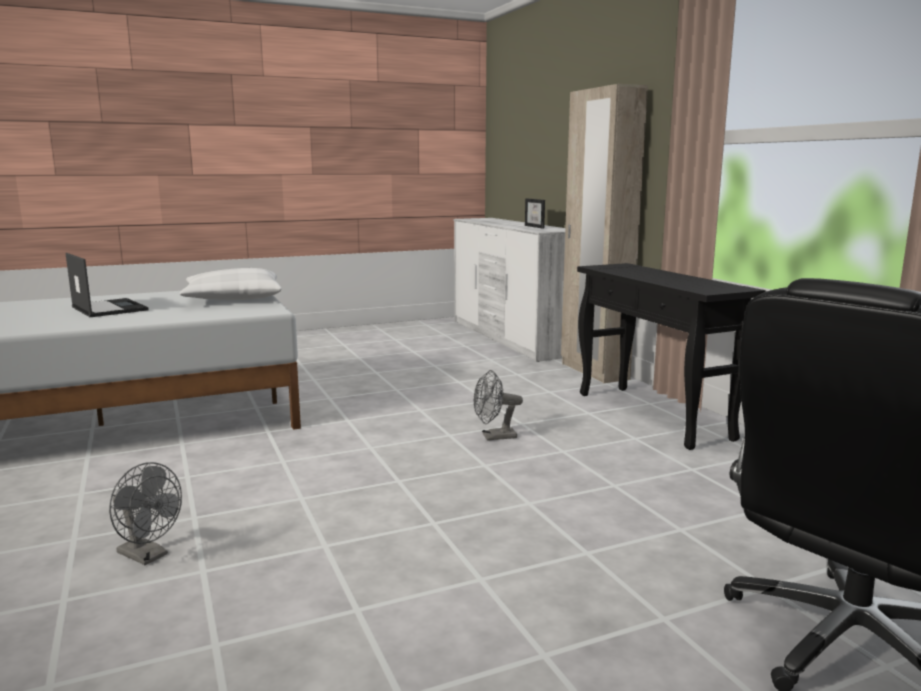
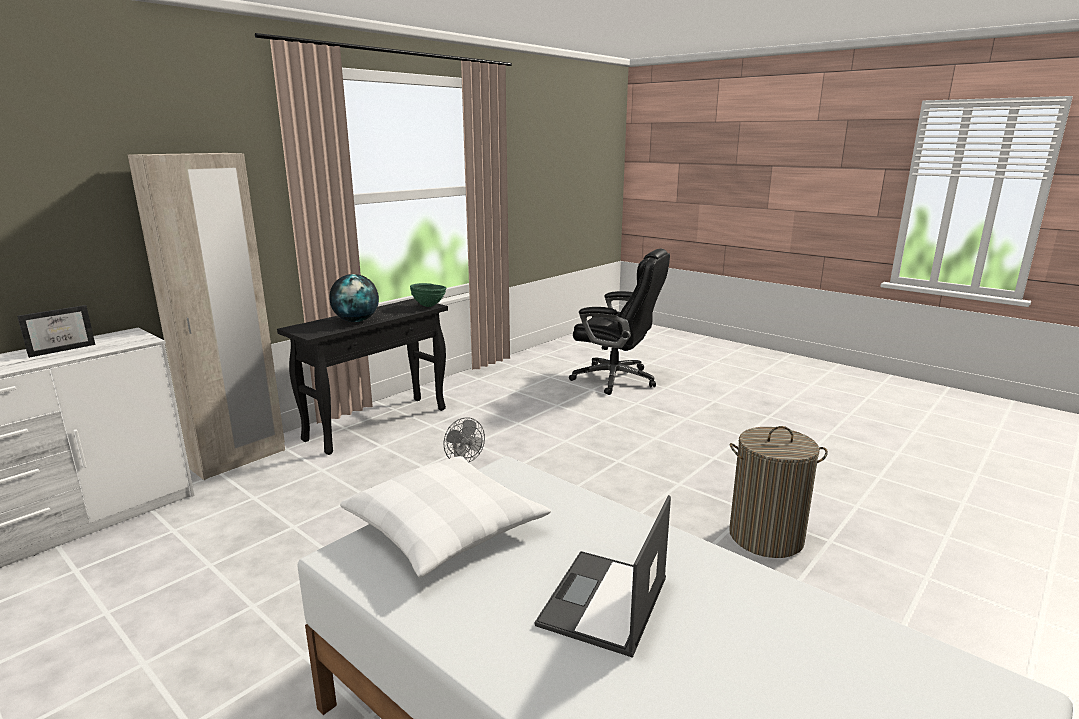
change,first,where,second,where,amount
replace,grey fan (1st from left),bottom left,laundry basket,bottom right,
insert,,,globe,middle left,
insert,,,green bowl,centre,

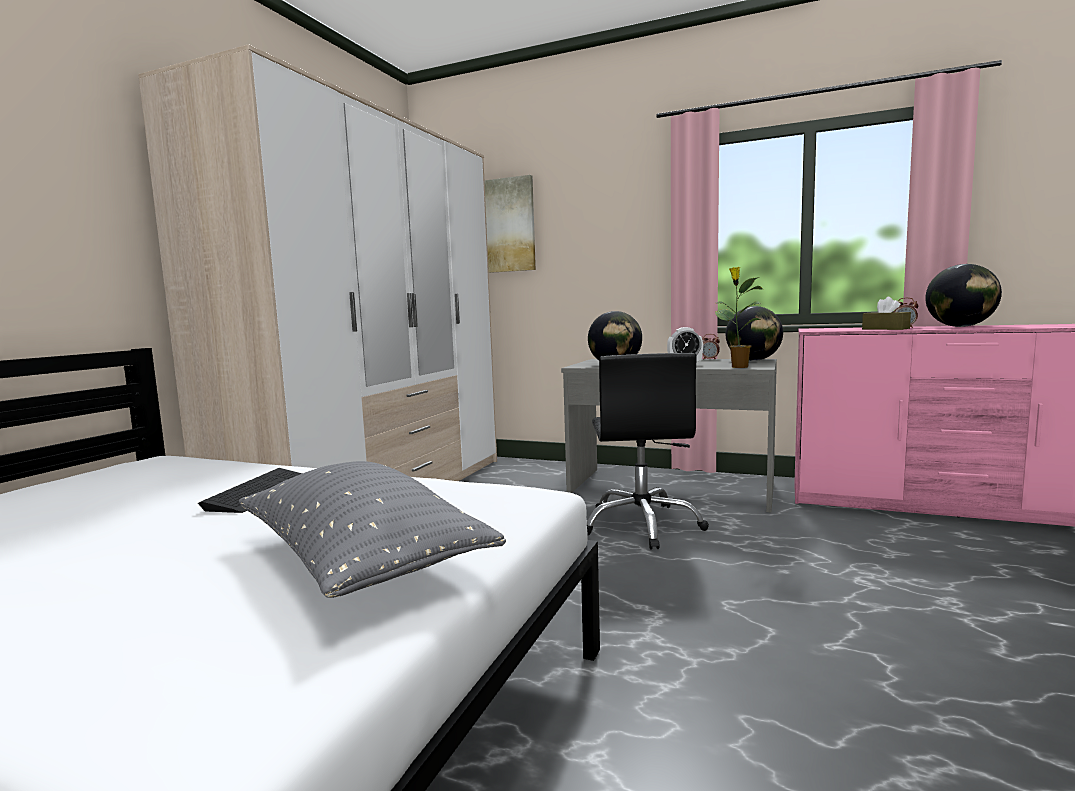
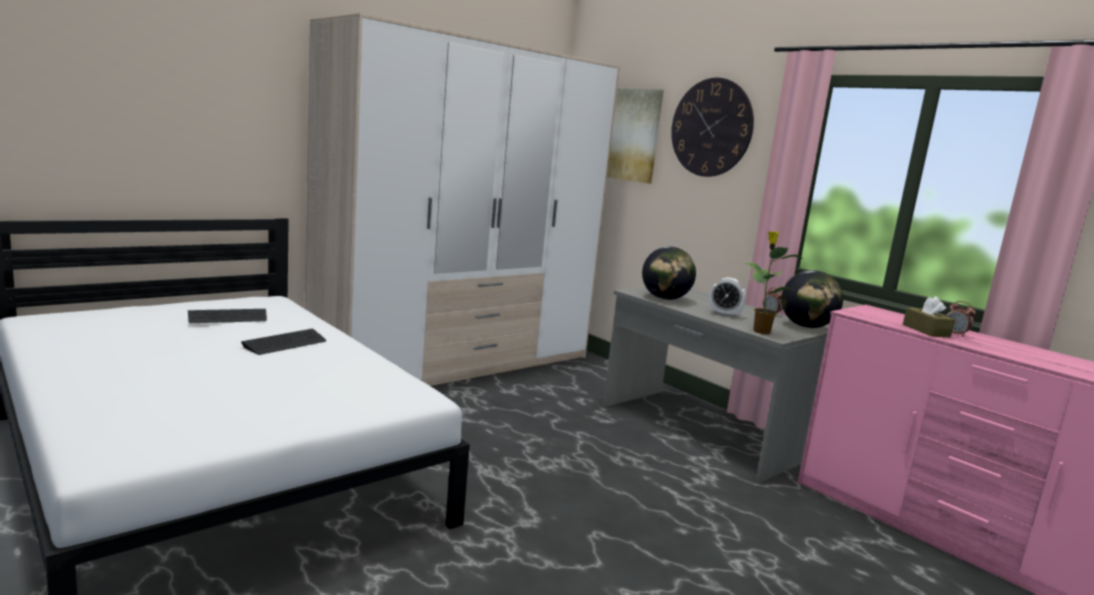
change,first,where,second,where,amount
delete,globe (3rd from left),middle right,,,
delete,black office chair,centre,,,
delete,grey pillow,bottom centre,,,
insert,,,wall clock,top centre,
insert,,,keyboard (1st from left),middle left,

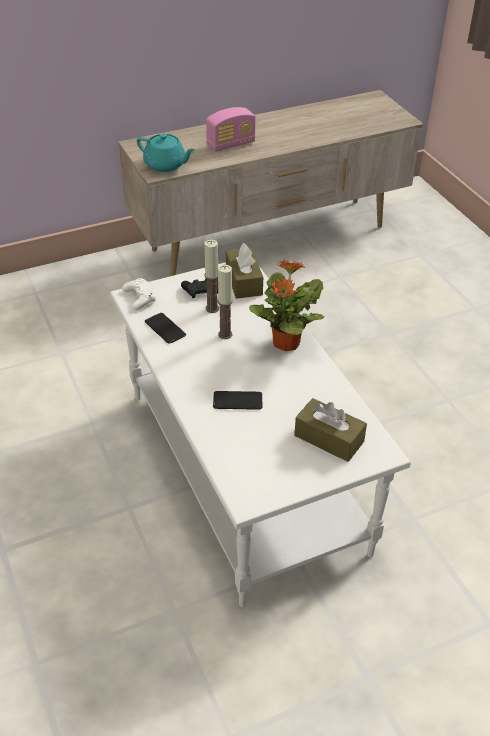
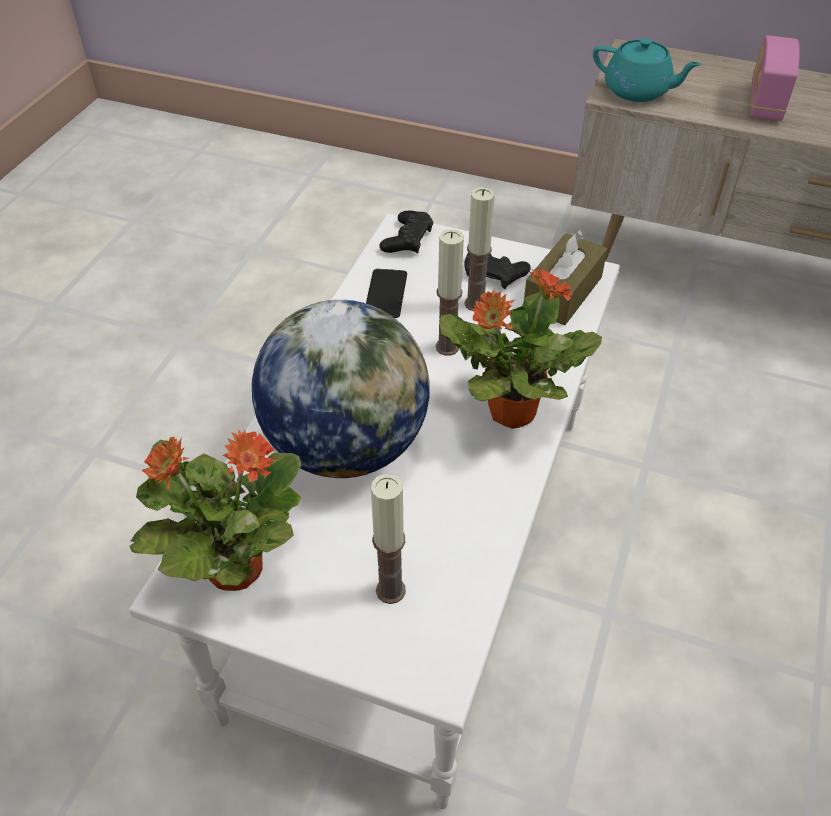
change,first,where,second,where,amount
rotate,radio,top centre,,top right,90 degrees clockwise
rotate,turquoise teapot,top centre,,top right,45 degrees counterclockwise
recolor,white game controller,middle left,black game controller (1st from left),top centre,
replace,phone (2nd from left),centre,globe,centre,
replace,brown tissue box (2nd from left),middle right,candle (1st from left),centre,
insert,,,potted plant (1st from left),middle left,

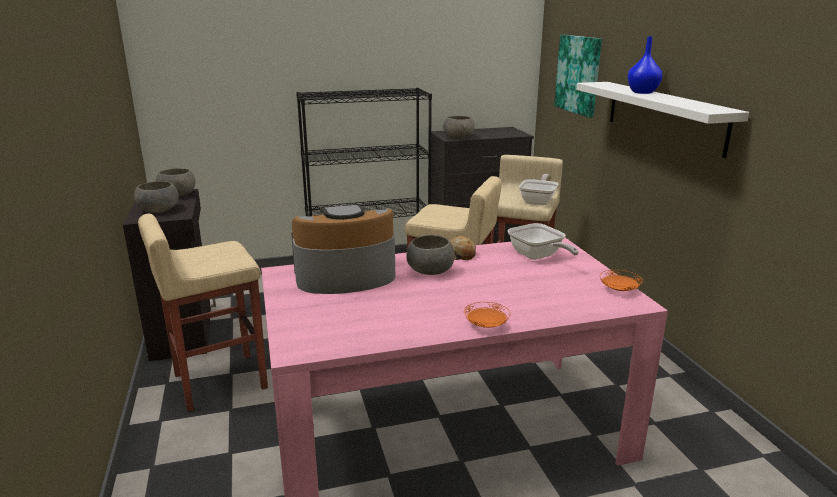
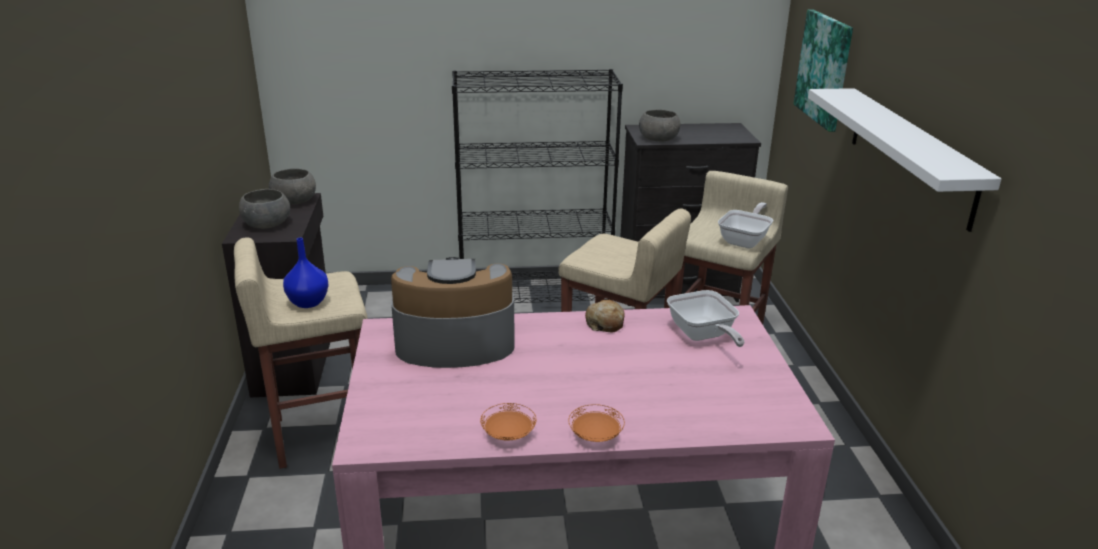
change,first,where,second,where,amount
move,blue vase,top right,,middle left,
delete,grey bowl (3rd from left),centre,,,
move,orange plate (2nd from left in the first image),middle right,orange plate (1st from left),bottom centre,

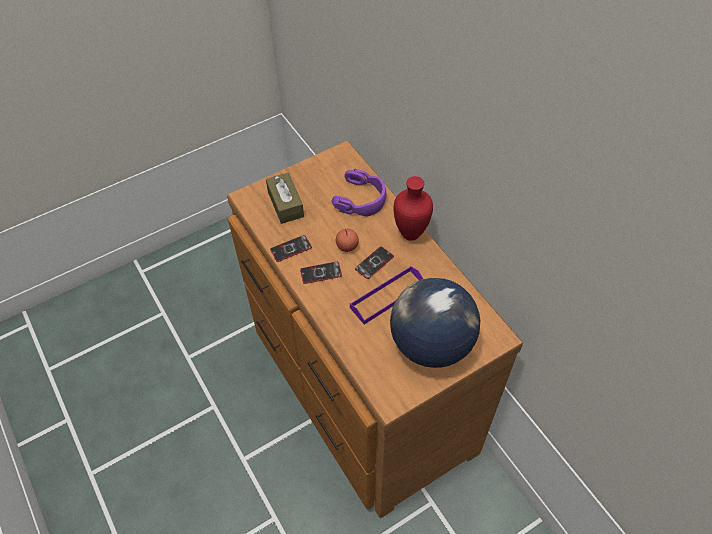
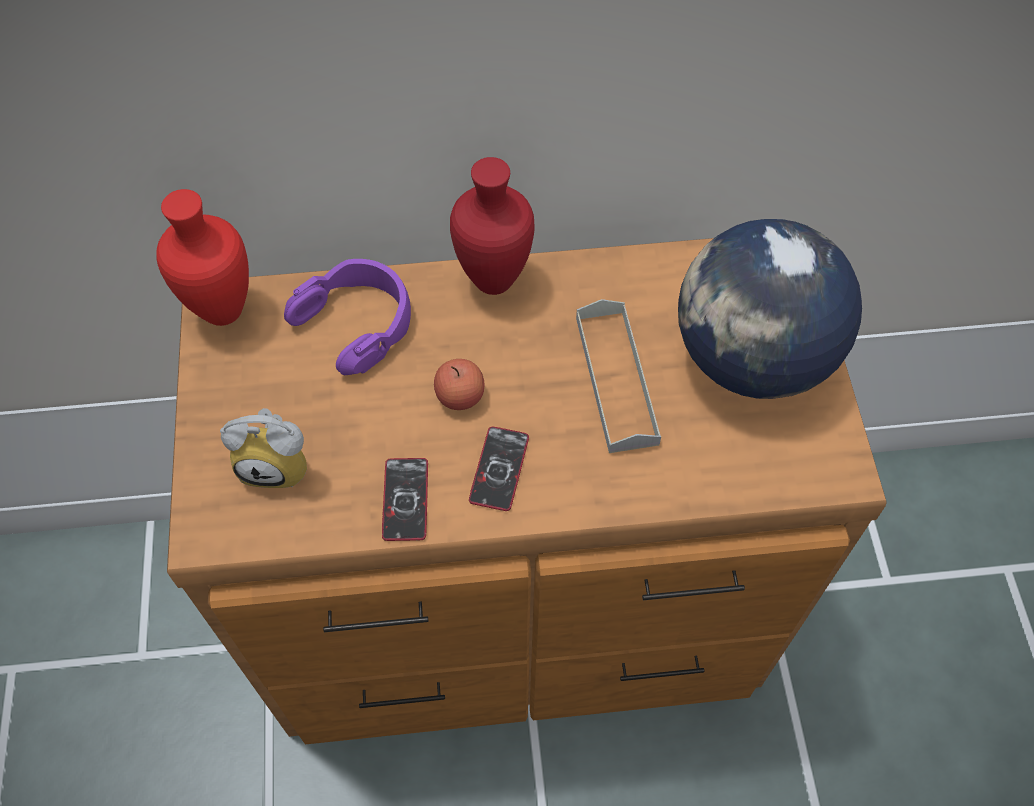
change,first,where,second,where,amount
replace,brown tissue box,centre,alarm clock,middle left,
delete,phone (3rd from left),centre,,,
recolor,purple tray,centre,grey tray,centre,
insert,,,red vase (1st from left),top left,

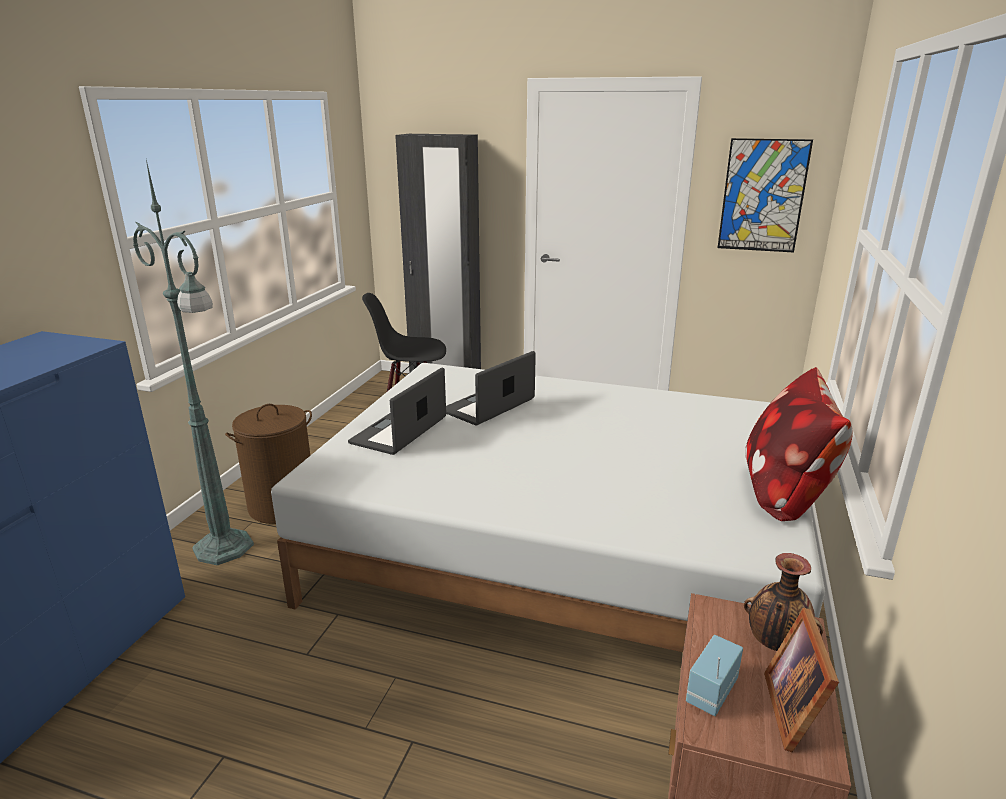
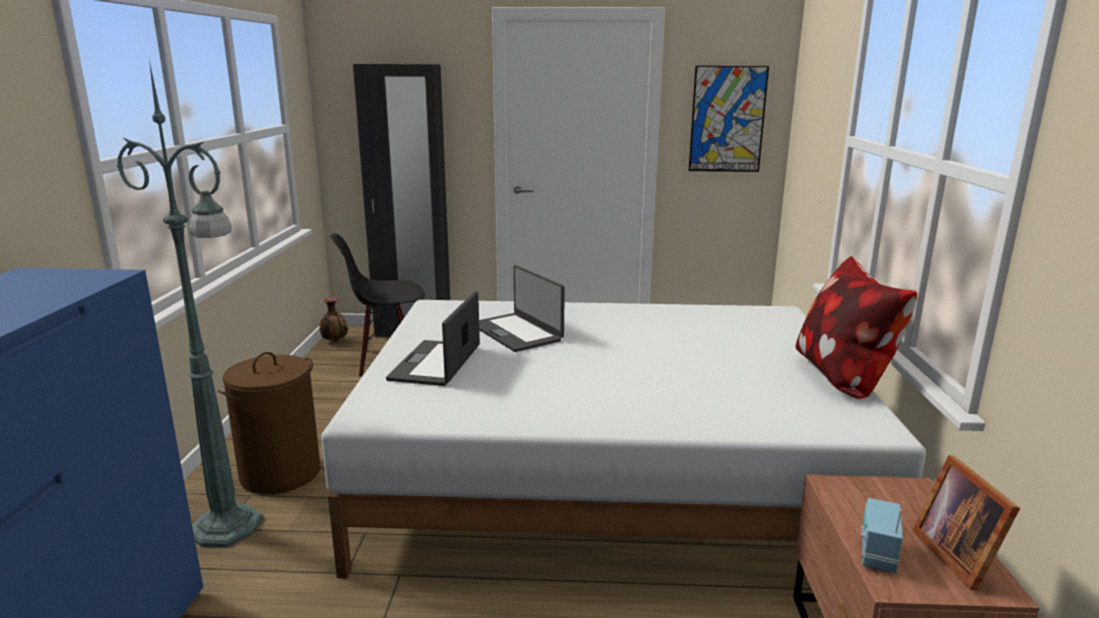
change,first,where,second,where,amount
rotate,laptop (2nd from left),centre,,centre,60 degrees counterclockwise
move,vase,bottom right,,middle left,

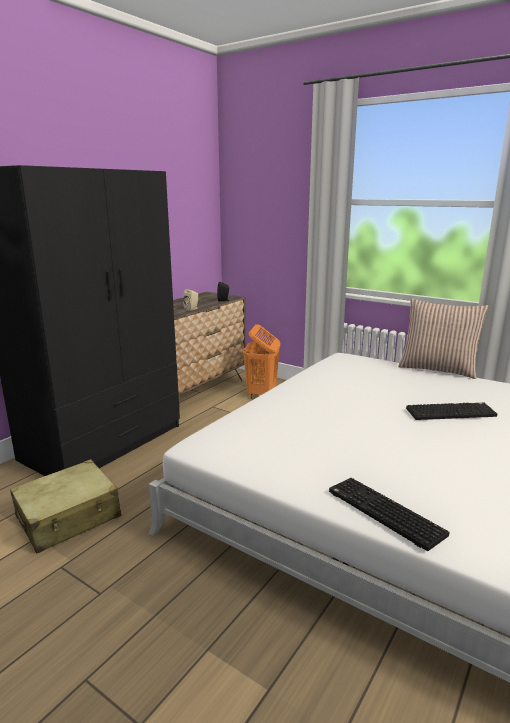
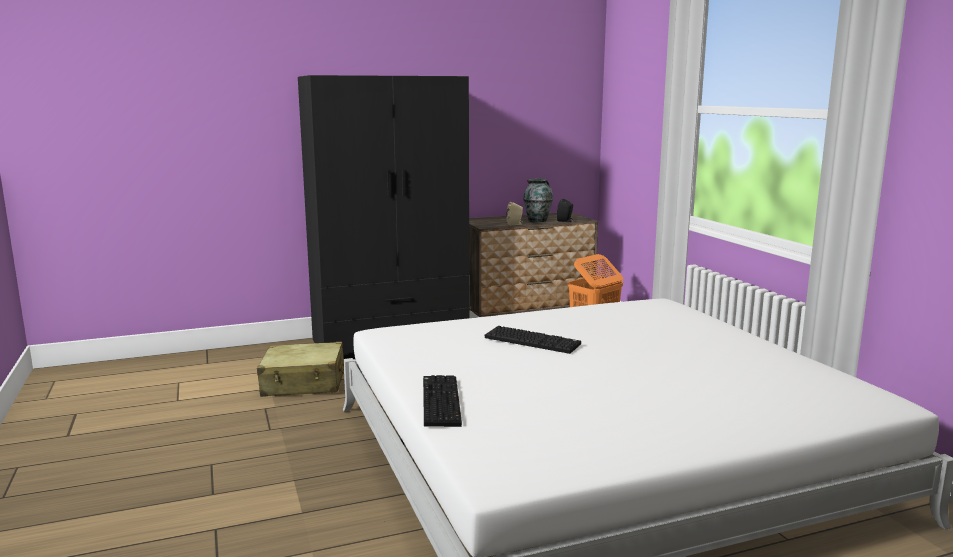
change,first,where,second,where,amount
delete,pillow,middle right,,,
move,keyboard (2nd from left),middle right,,centre,
insert,,,vase,centre,

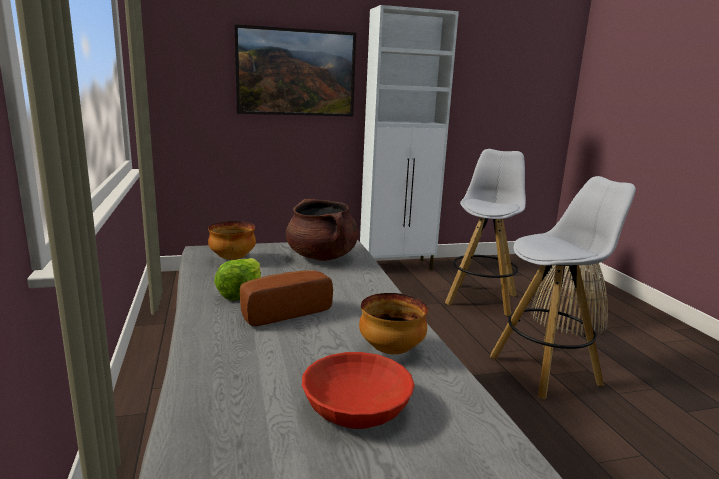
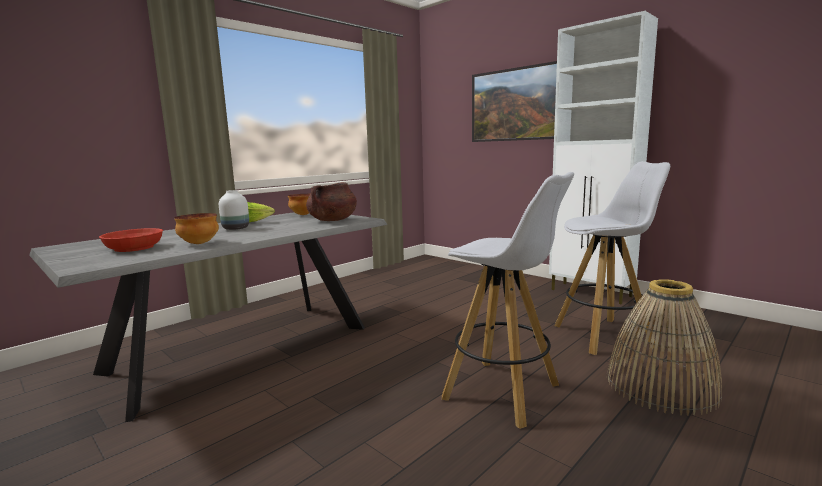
change,first,where,second,where,amount
replace,bread,centre,white vase,middle left,

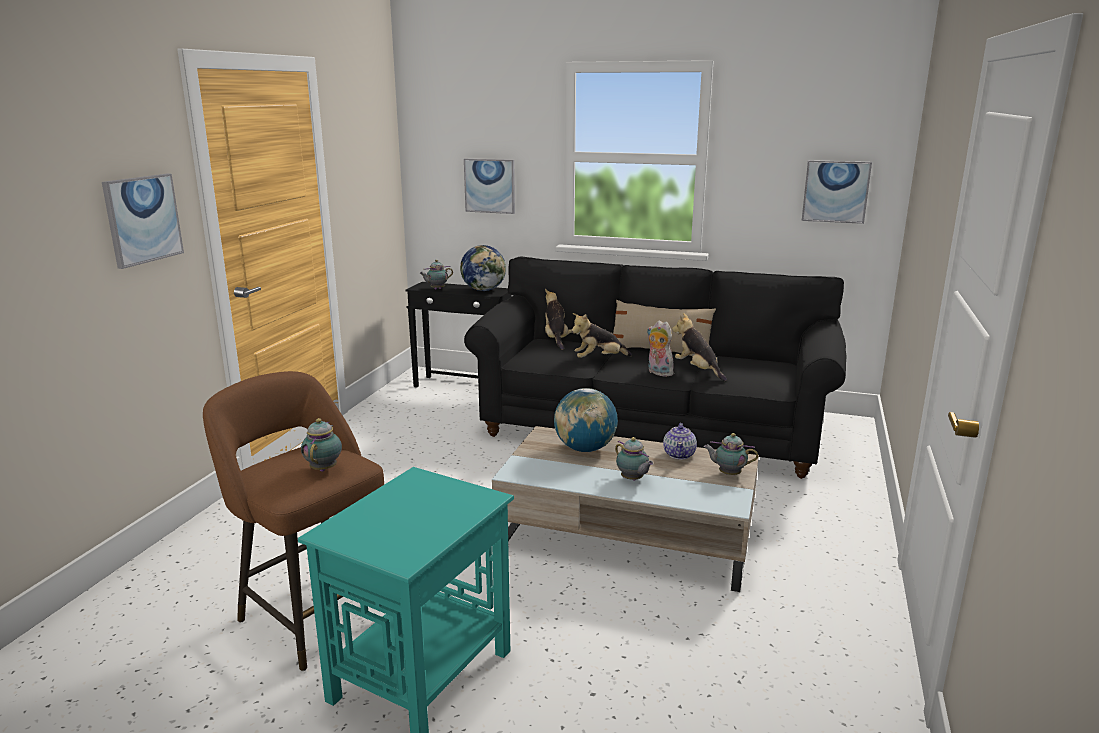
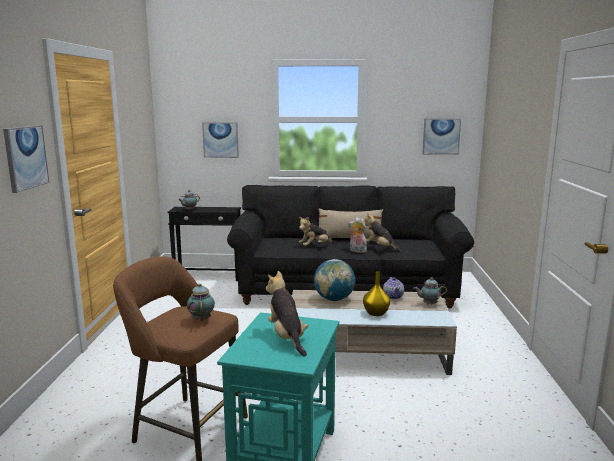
change,first,where,second,where,amount
delete,globe (1st from left),centre,,,
move,plush toy (1st from left),centre,,bottom centre,
replace,teapot (3rd from left),centre,yellow vase,centre,

